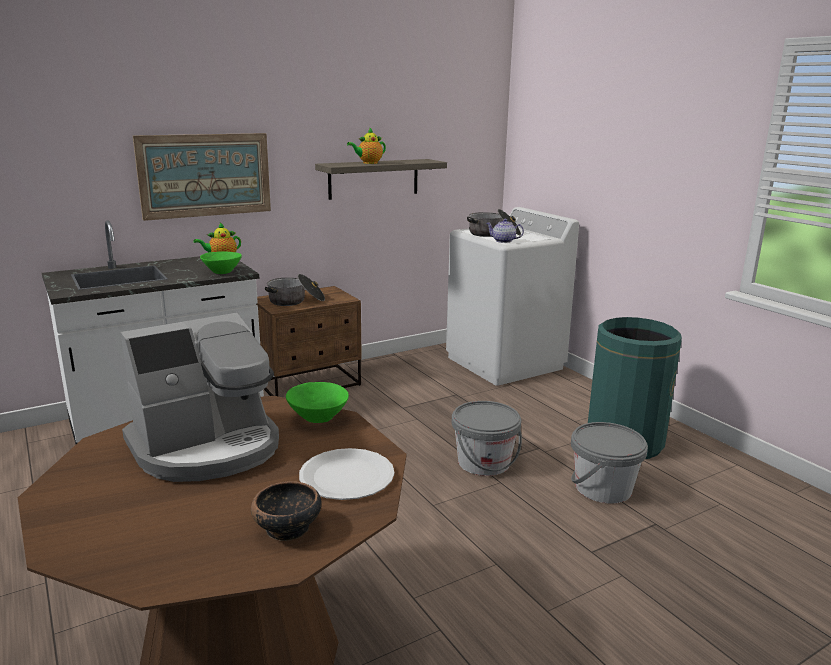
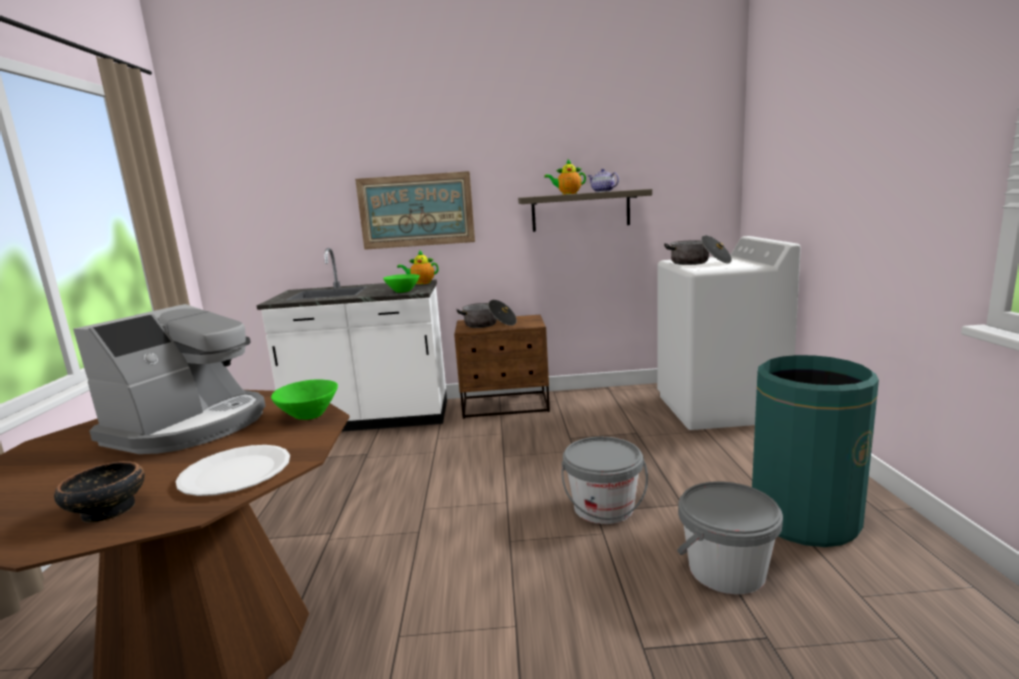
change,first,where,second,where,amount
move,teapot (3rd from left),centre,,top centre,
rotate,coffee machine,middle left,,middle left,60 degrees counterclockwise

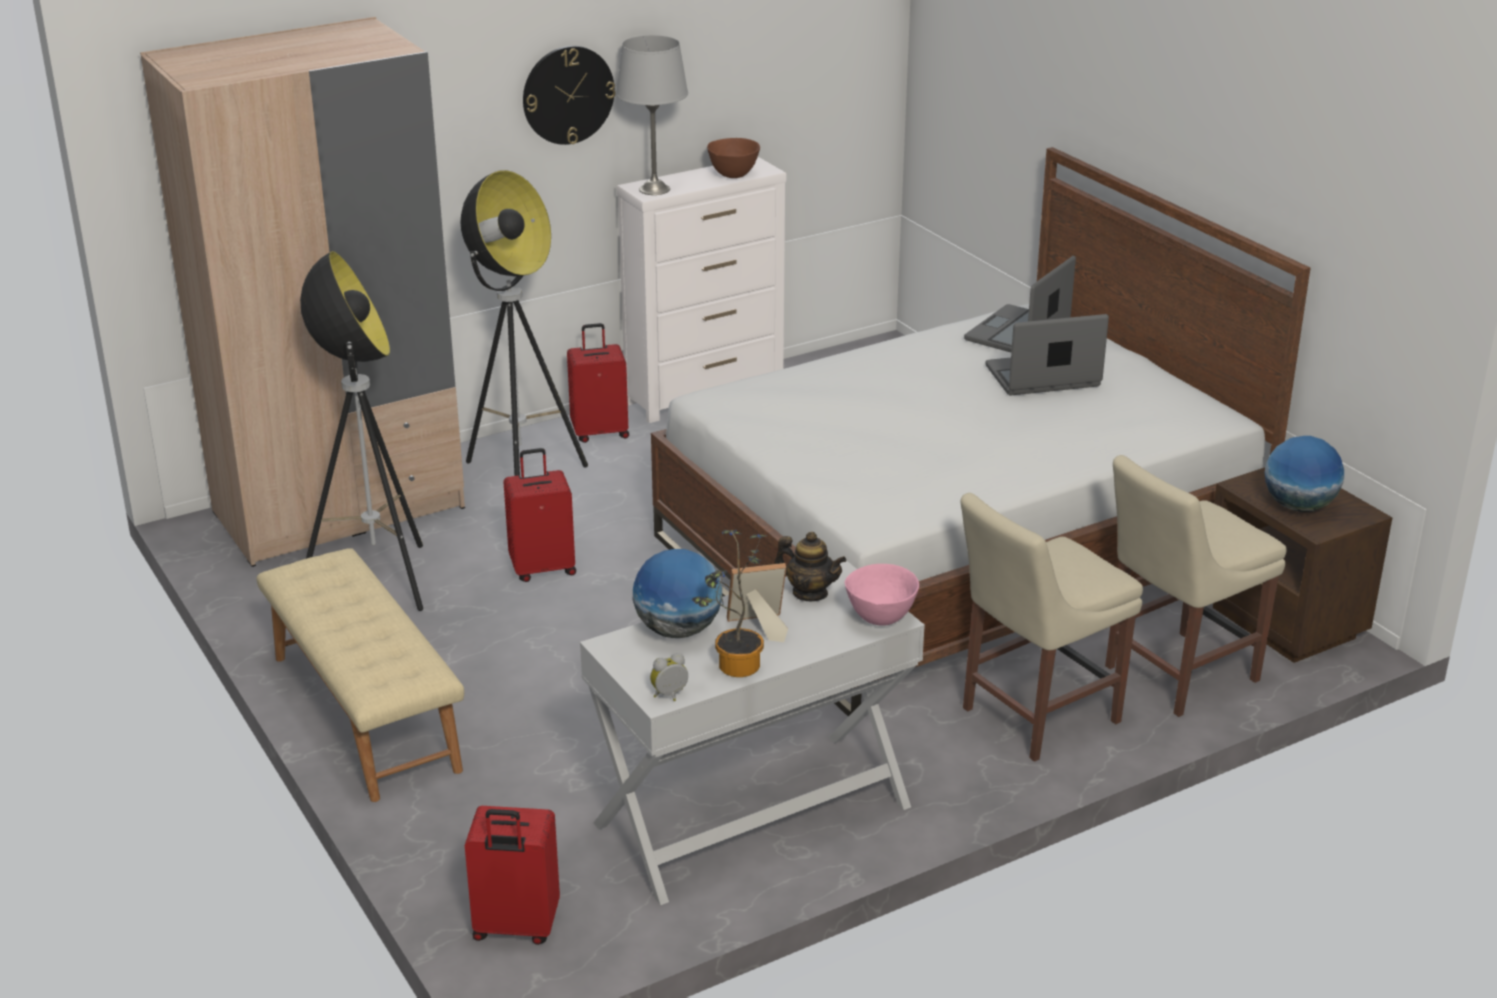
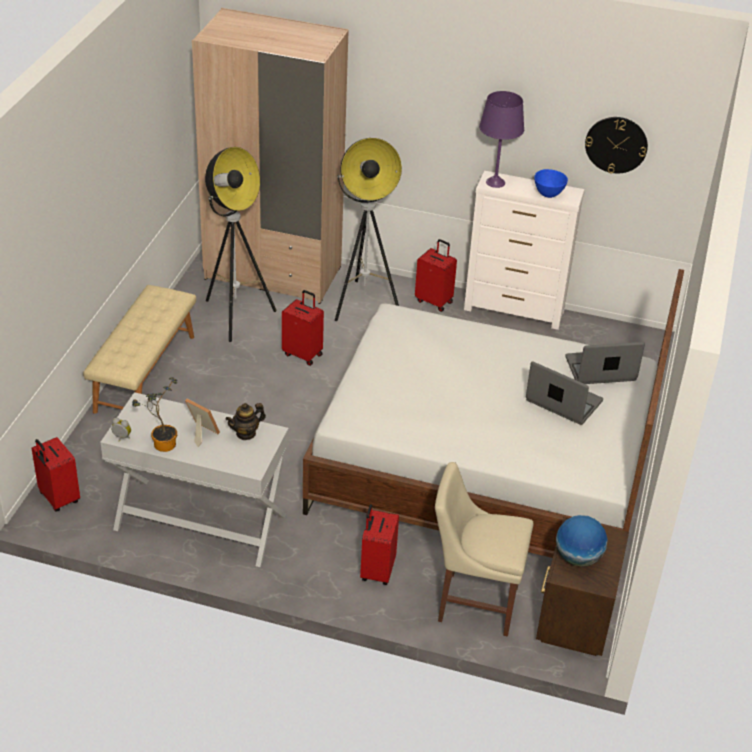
change,first,where,second,where,amount
recolor,grey table lamp,top centre,purple table lamp,top centre,
move,wall clock,top centre,,top right,
recolor,brown bowl,top centre,blue bowl,top right,
replace,beige chair (1st from left),middle right,red suitcase (3rd from left),bottom centre,
rotate,teapot,centre,,middle left,75 degrees clockwise
delete,globe (1st from left),centre,,,
delete,pink bowl,centre,,,

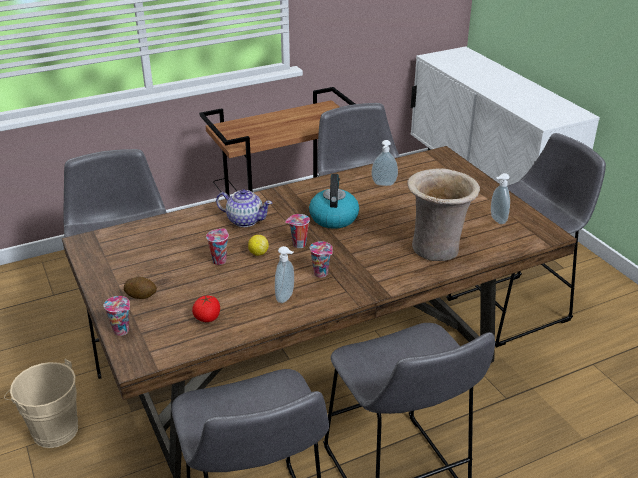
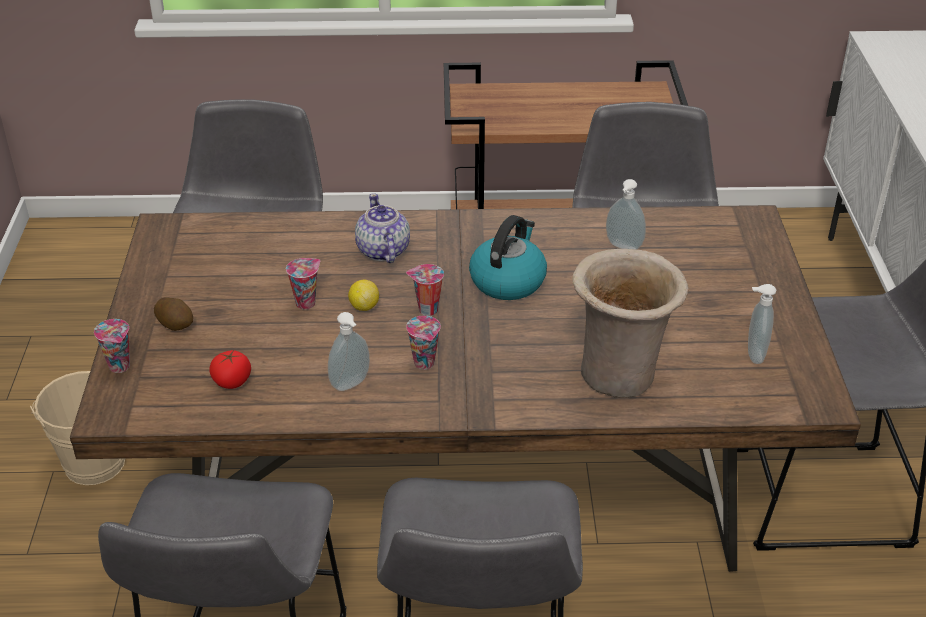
change,first,where,second,where,amount
rotate,teapot,centre,,centre,150 degrees counterclockwise

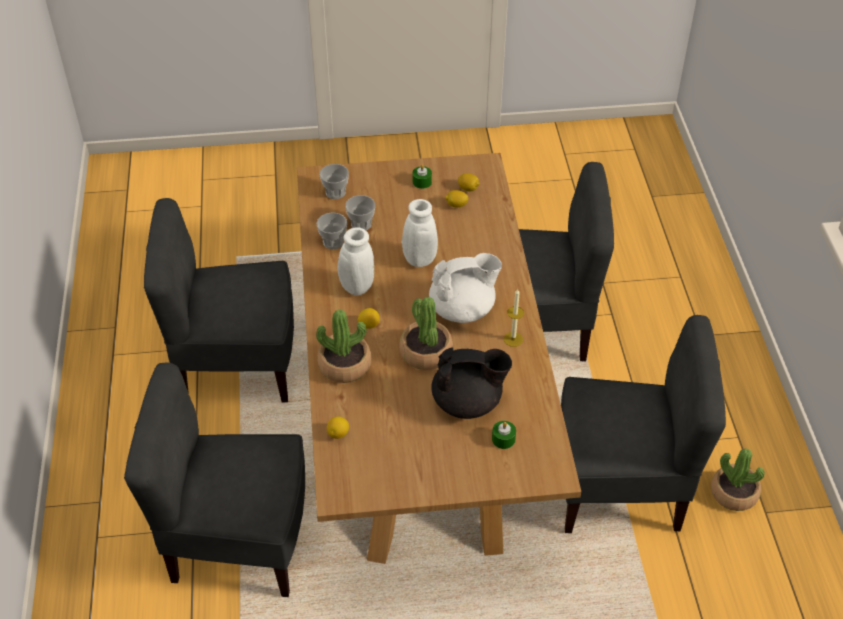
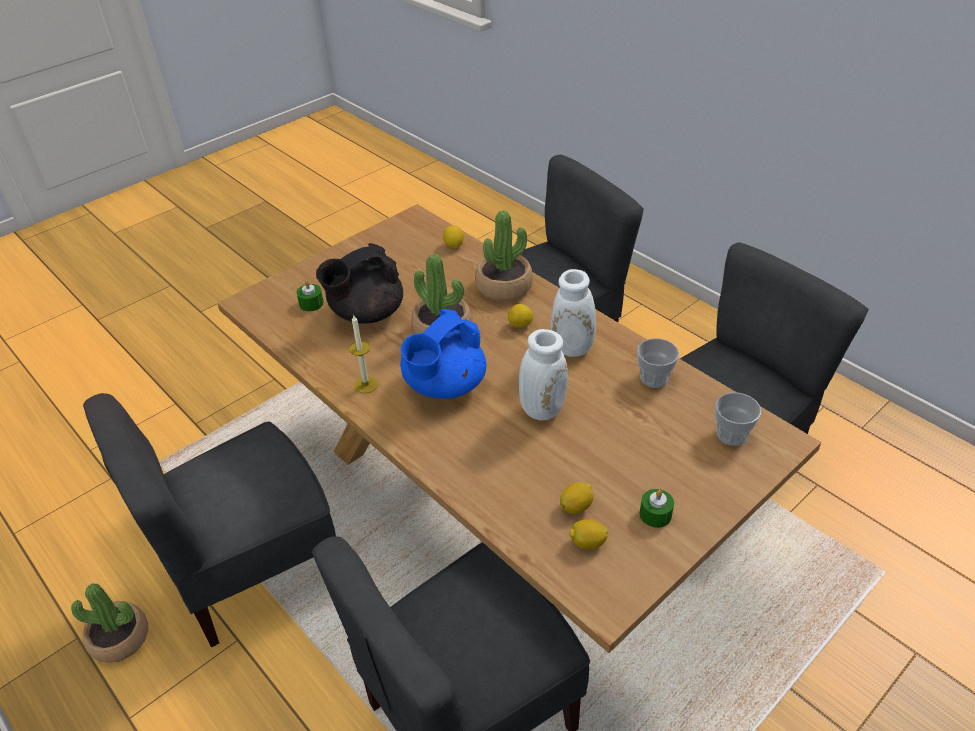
change,first,where,second,where,amount
delete,cup (3rd from left),centre,,,
recolor,white teapot,centre,blue teapot,centre,

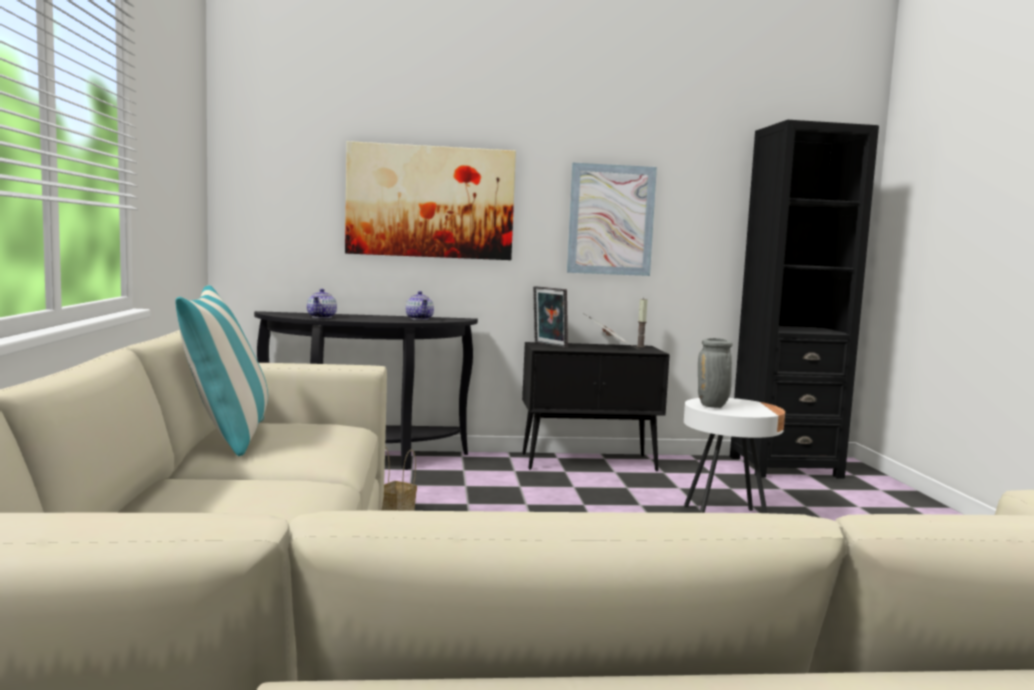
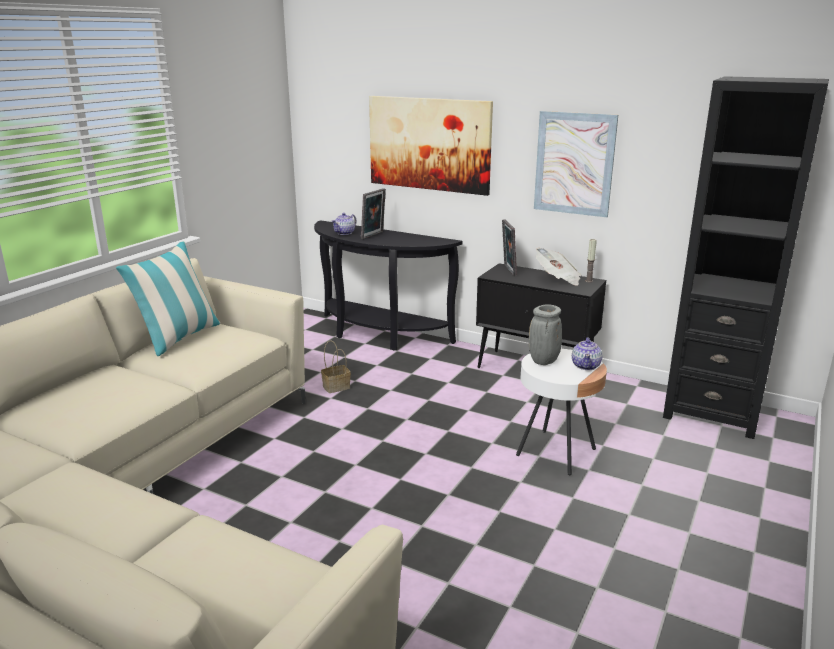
change,first,where,second,where,amount
move,teapot (2nd from left),centre,,middle right,
insert,,,picture frame (1st from left),top centre,

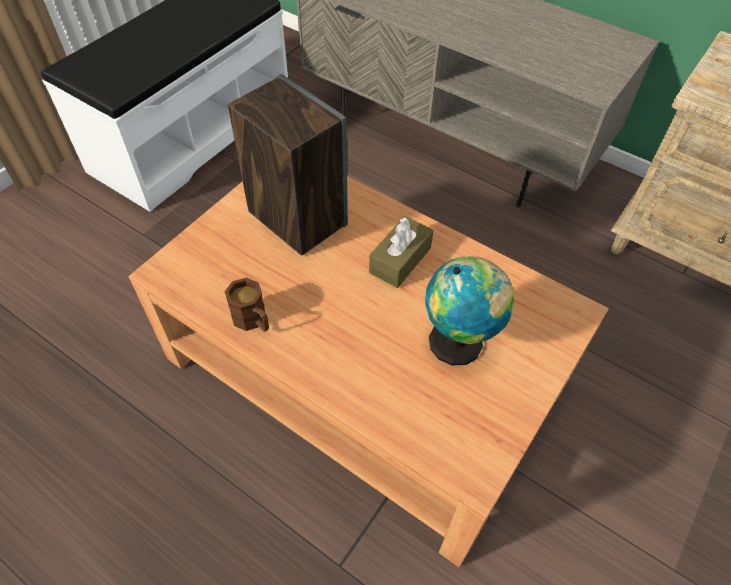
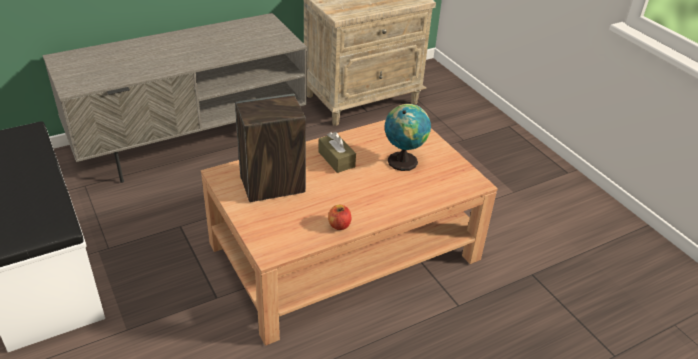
change,first,where,second,where,amount
replace,brown mug,centre,apple,centre,

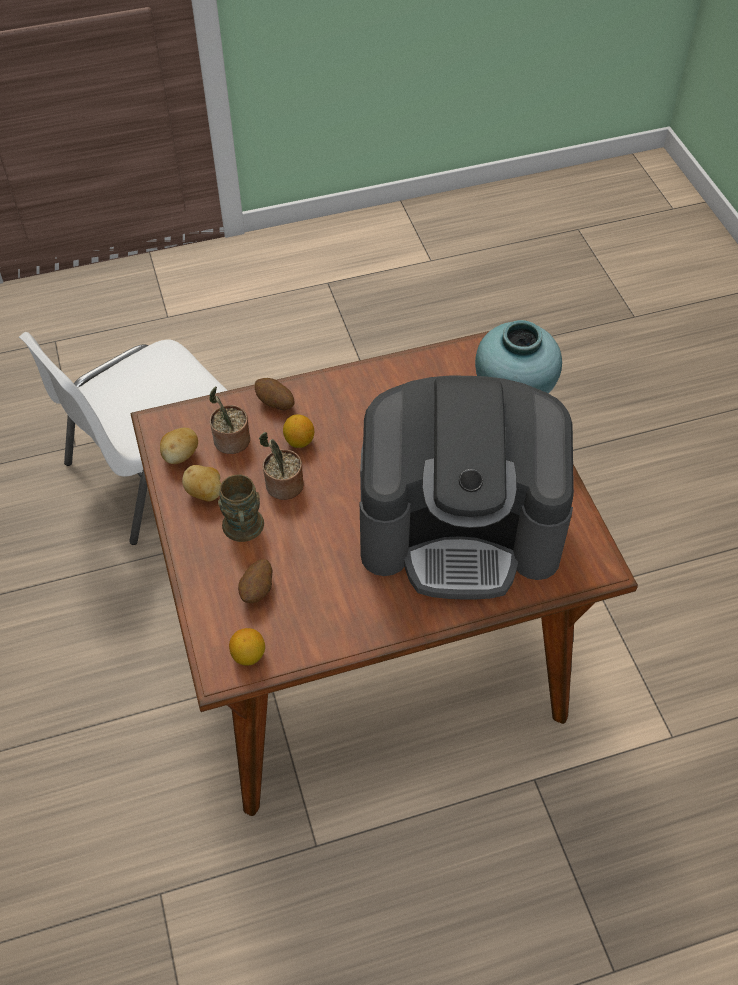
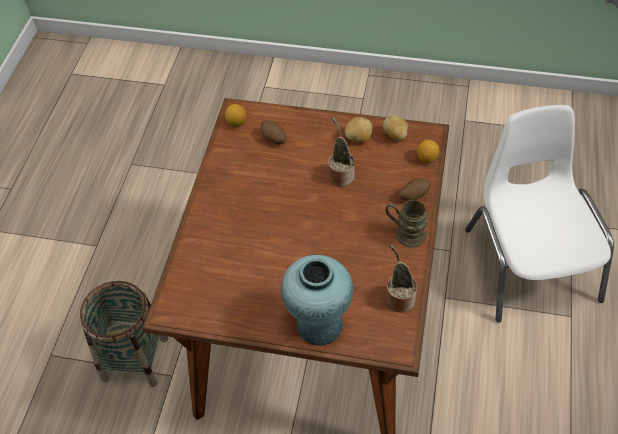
change,first,where,second,where,amount
delete,coffee machine,centre,,,
move,potted plant (1st from left in the first image),middle left,potted plant (2nd from left),centre,
move,lemon (2nd from left),centre,,middle right,
move,brown mug,middle left,,centre,
insert,,,basket,bottom left,

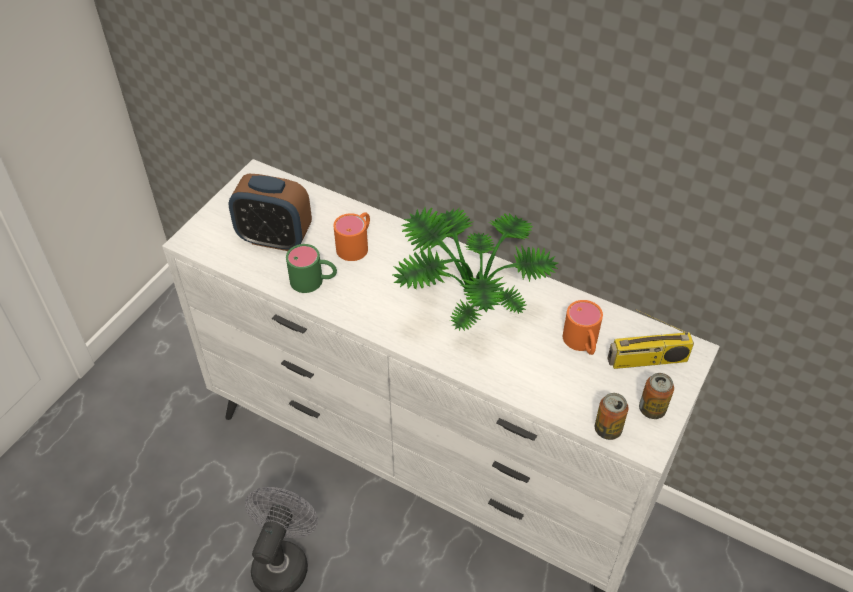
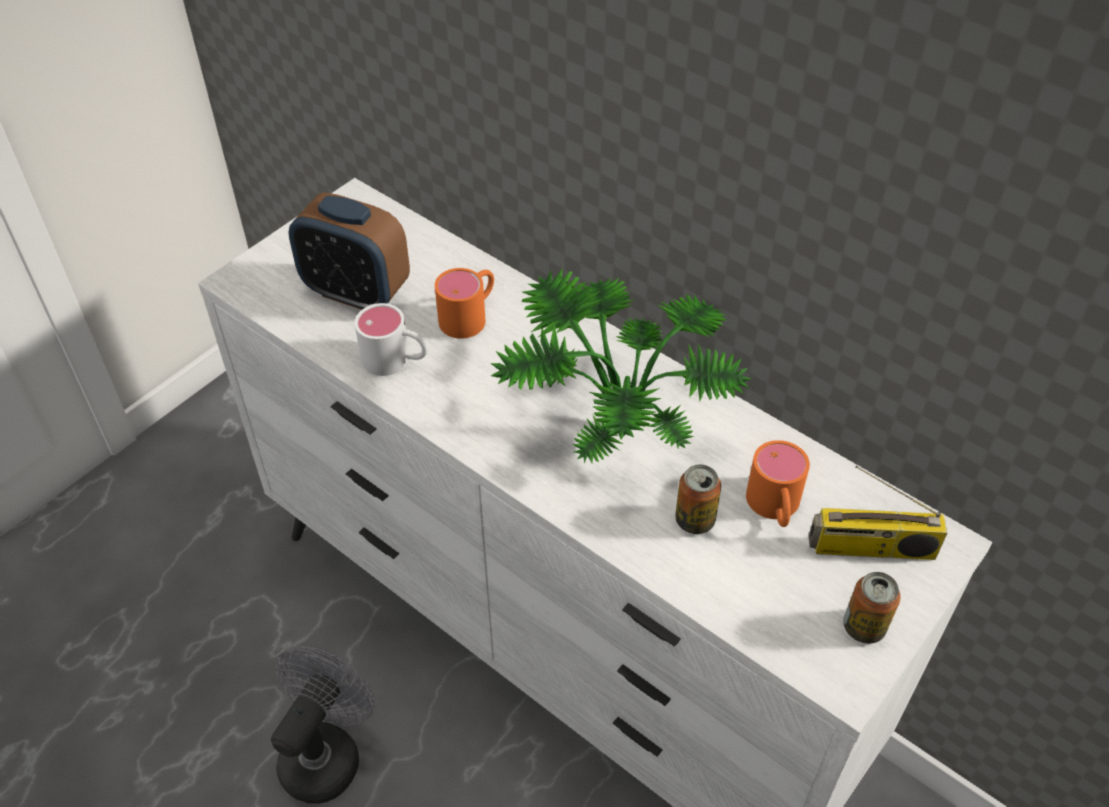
change,first,where,second,where,amount
recolor,green mug,centre,white mug,centre,
move,can (1st from left),bottom right,,centre,

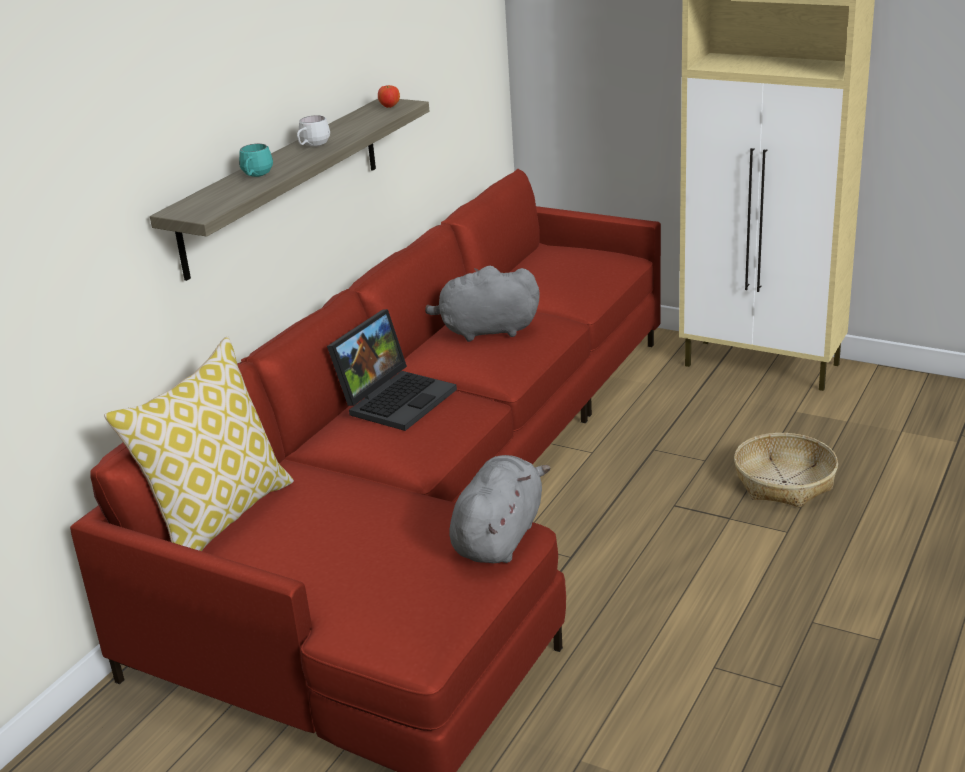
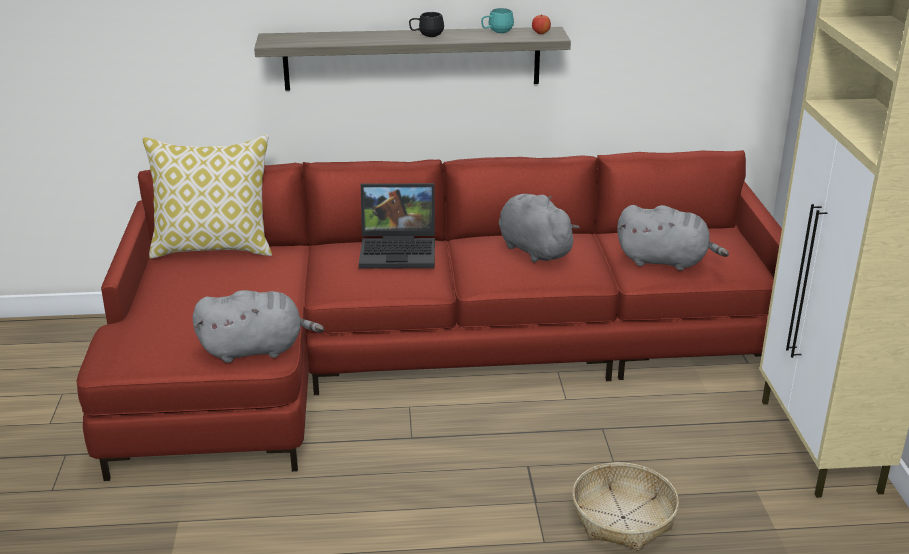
change,first,where,second,where,amount
recolor,white mug,top left,black mug,top centre,
move,turquoise mug,top left,,top centre,
insert,,,grey plush toy (3rd from left),middle right,

